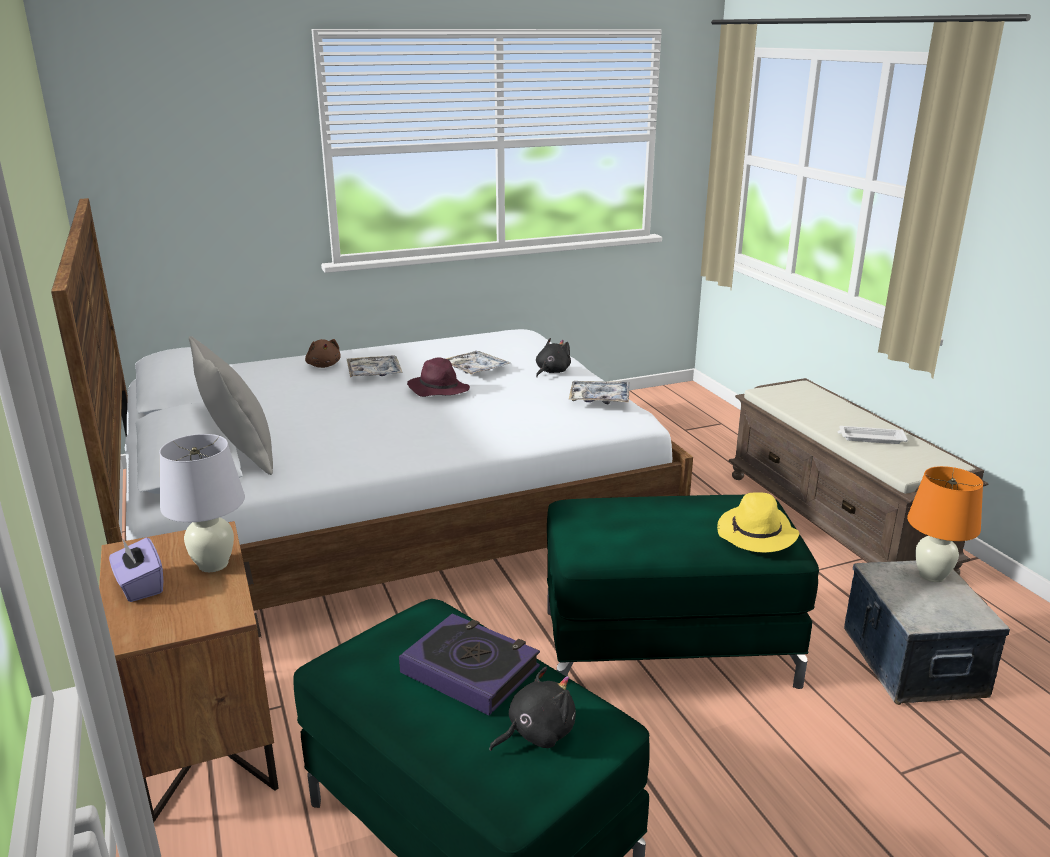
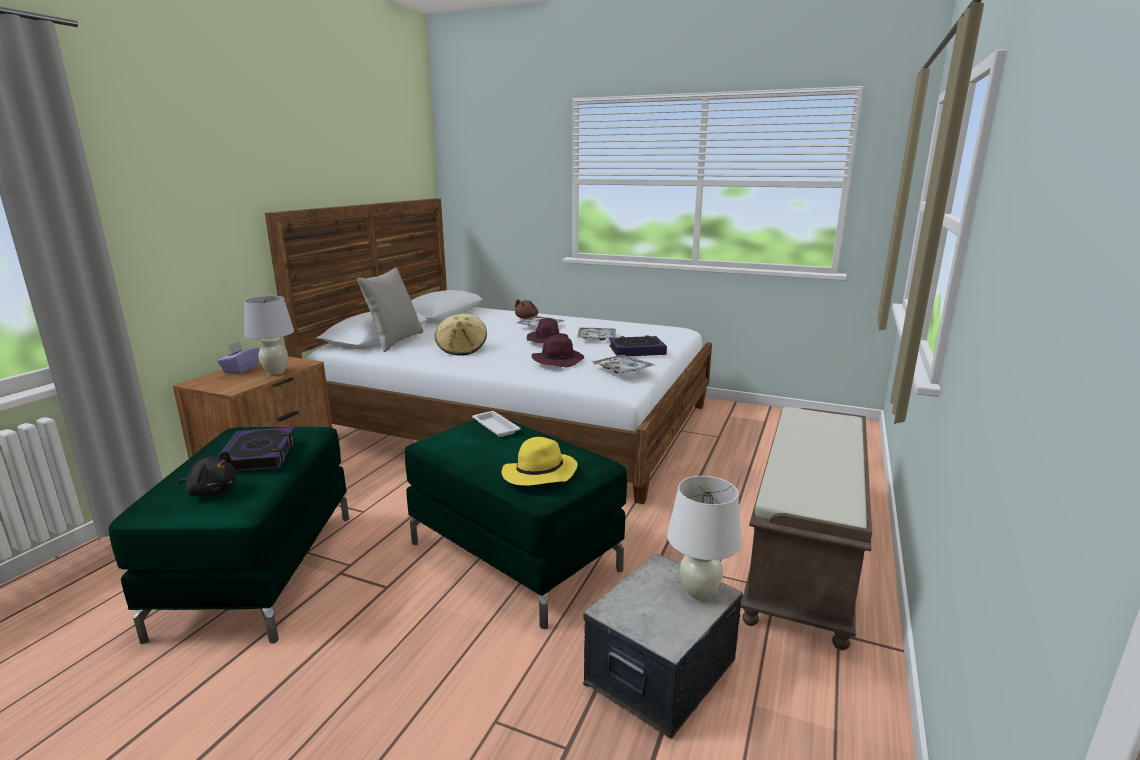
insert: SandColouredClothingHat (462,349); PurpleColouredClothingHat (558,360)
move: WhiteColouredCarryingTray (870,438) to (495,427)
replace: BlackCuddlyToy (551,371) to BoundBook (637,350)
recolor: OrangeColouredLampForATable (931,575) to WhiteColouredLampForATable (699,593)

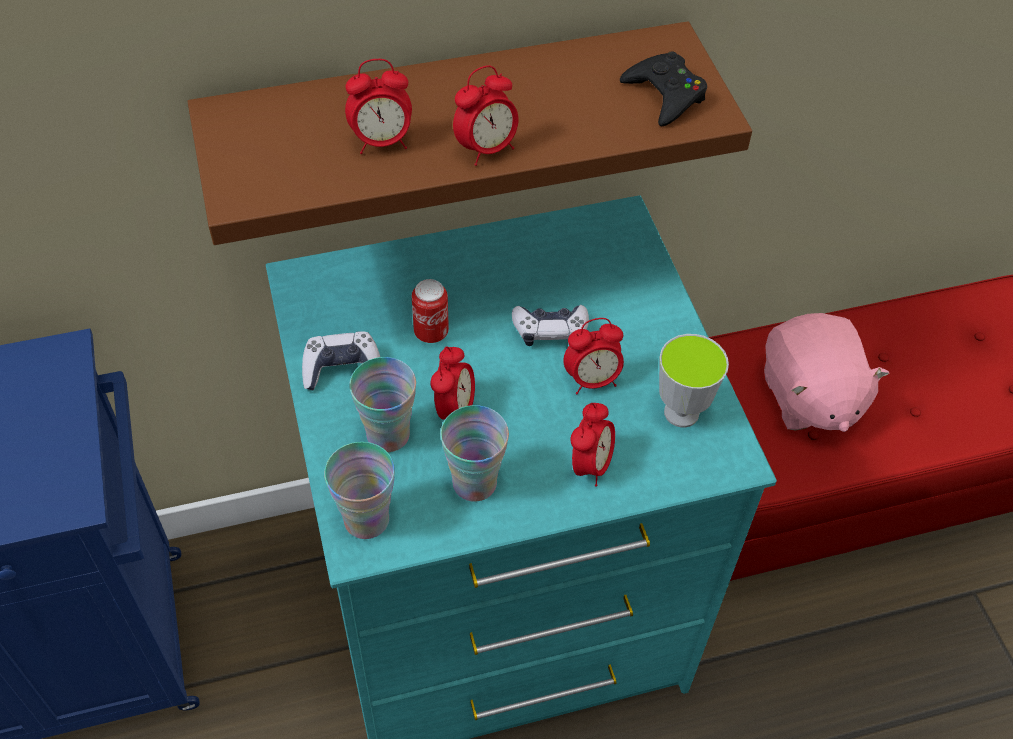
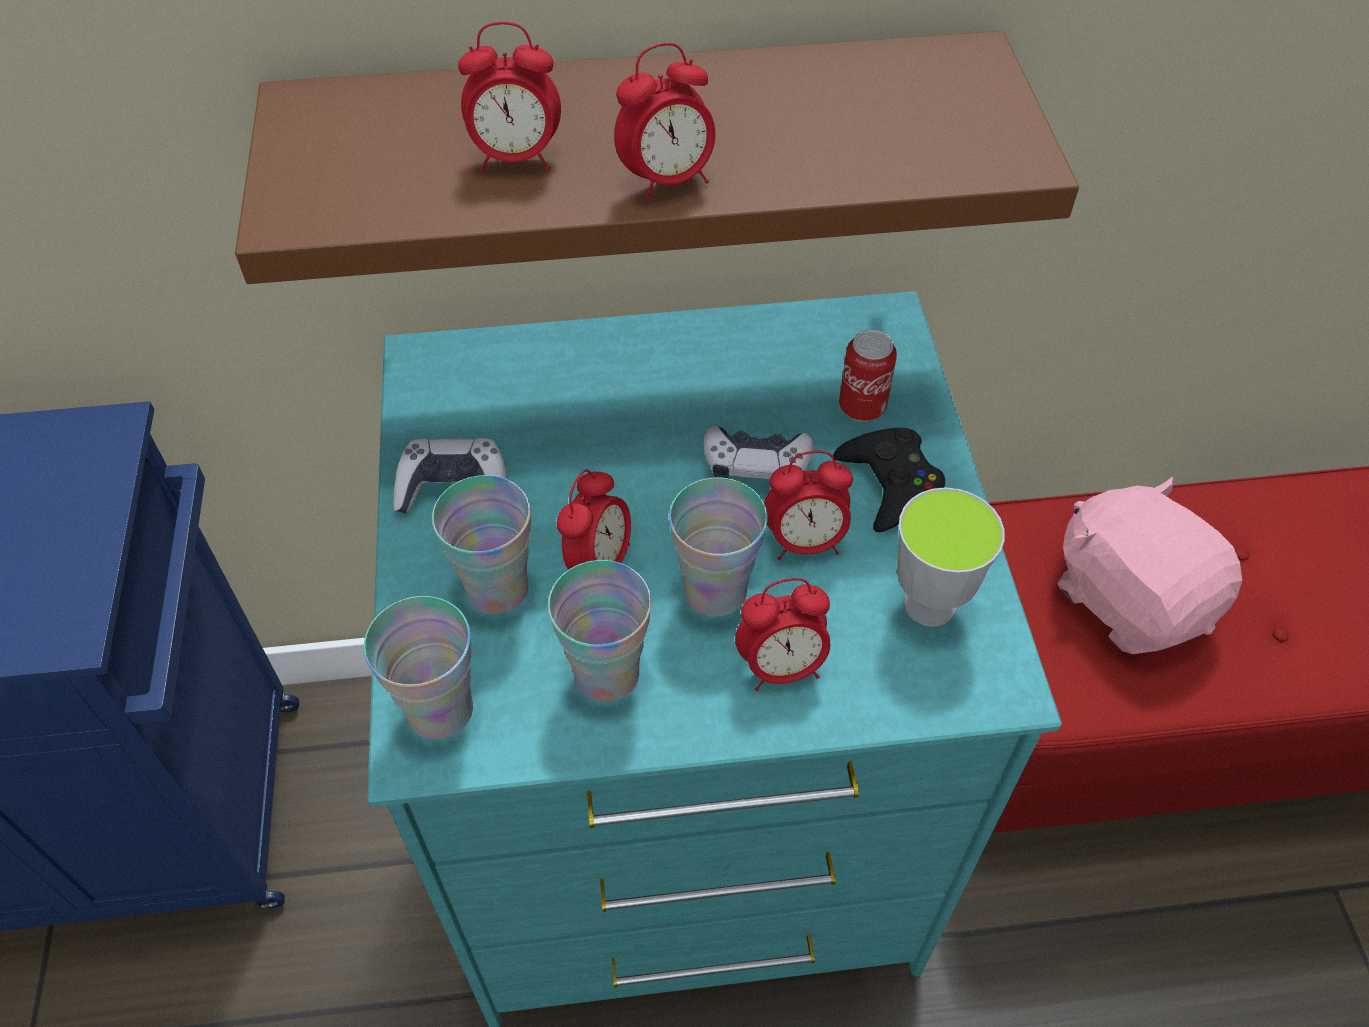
insert: DrinkingCup (715,591)
move: Can (431,333) to (862,408); BlackJoypad (665,95) to (890,484)
rotate: TableClock (590,465) = (781,667) 45 degrees clockwise; PinkishCuddlyToy (809,397) = (1130,598) 150 degrees clockwise

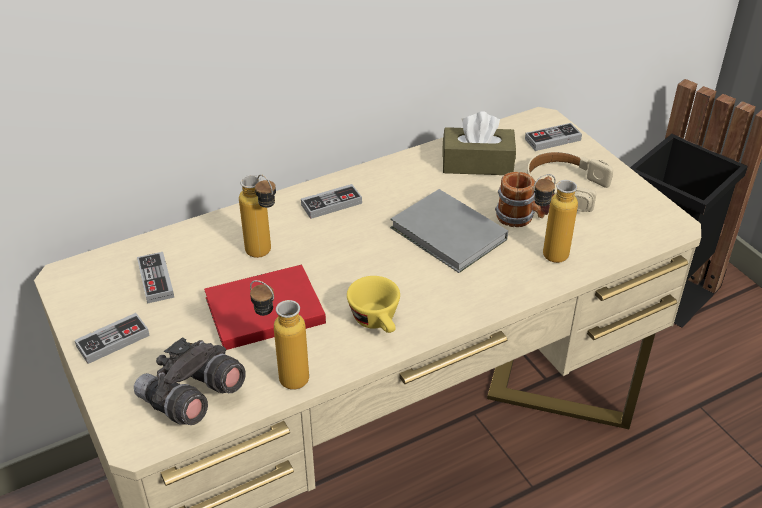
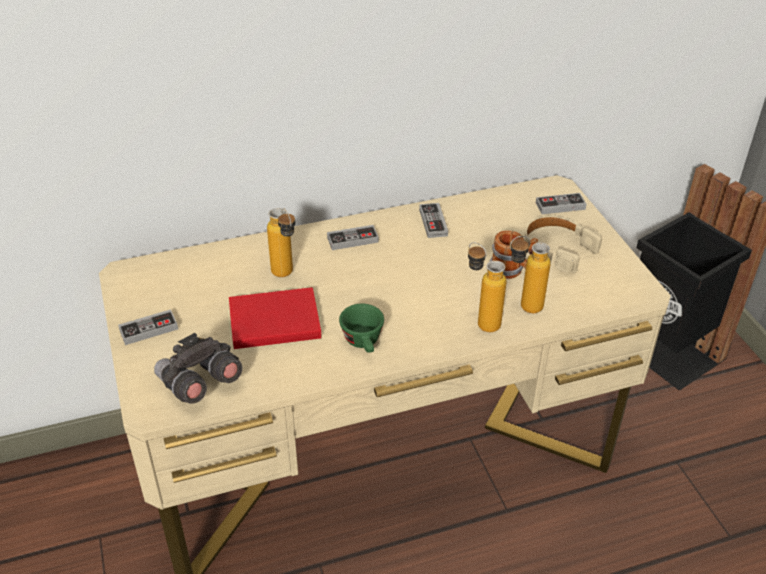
delete: GreyBoundBook (449,236); BrownColouredTissueHolder (477,163)
move: Joypad (156,280) to (433,222); Bottle (283,375) to (480,321)
recolor: YellowishDrinkingCup (377,322) to GreenishDrinkingCup (364,343)

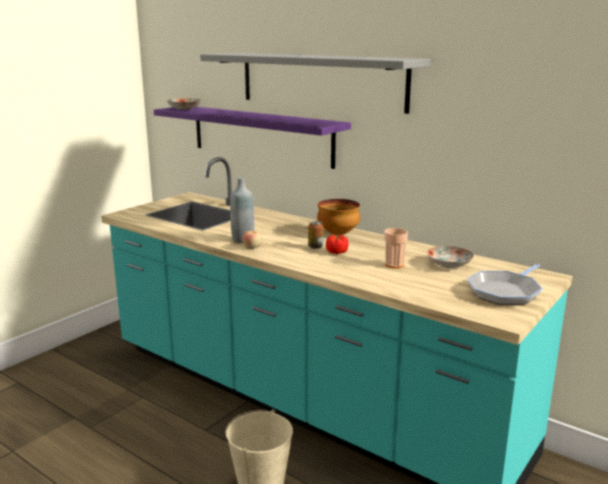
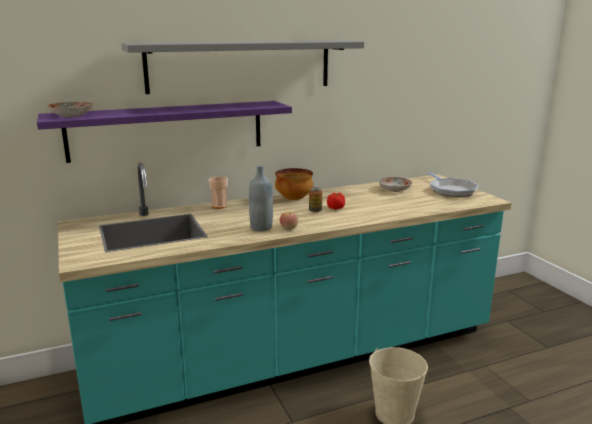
move: DrinkingCup (394,264) to (219,206)

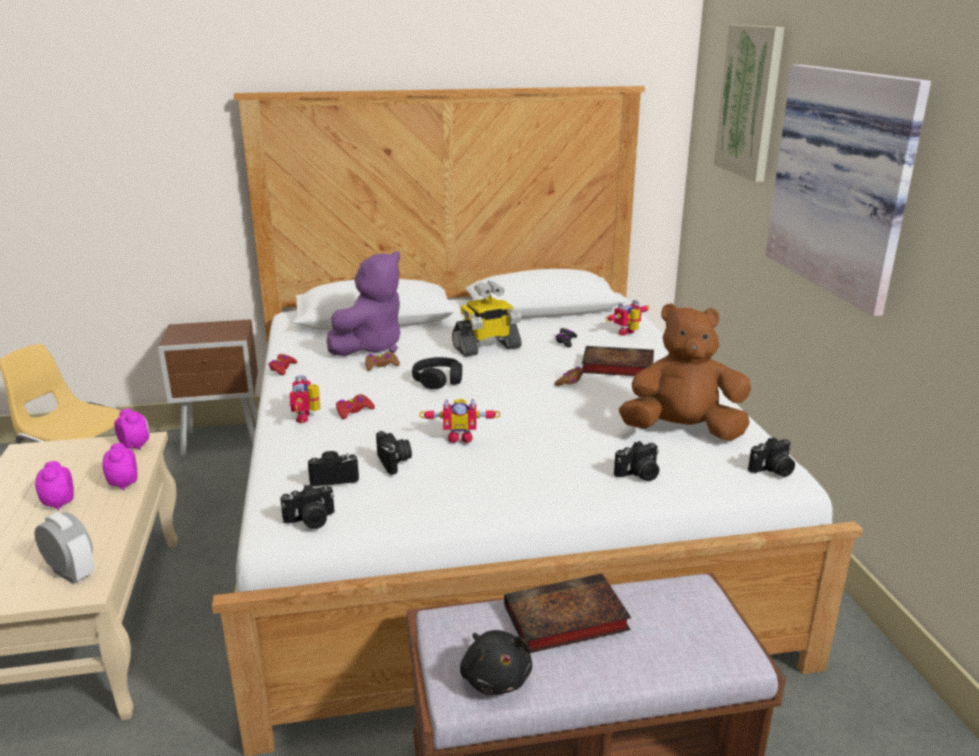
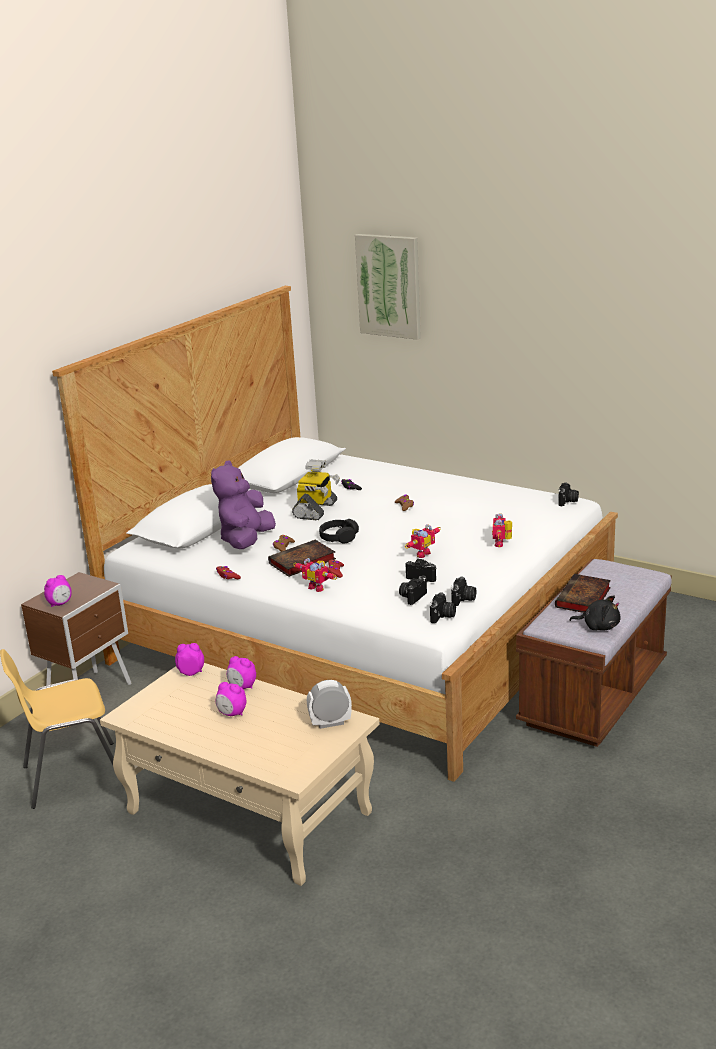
delete: BrownColouredCuddlyToy (682,431); WallPicture (846,182)
insert: TableClock (60,604)
move: BoundBook (615,366) to (301,562); ToyRobot (628,334) to (502,543); PhotoCamera (639,475) to (463,599)
rotate: PurpleColouredCuddlyToy (370,346) = (246,541) 150 degrees counterclockwise

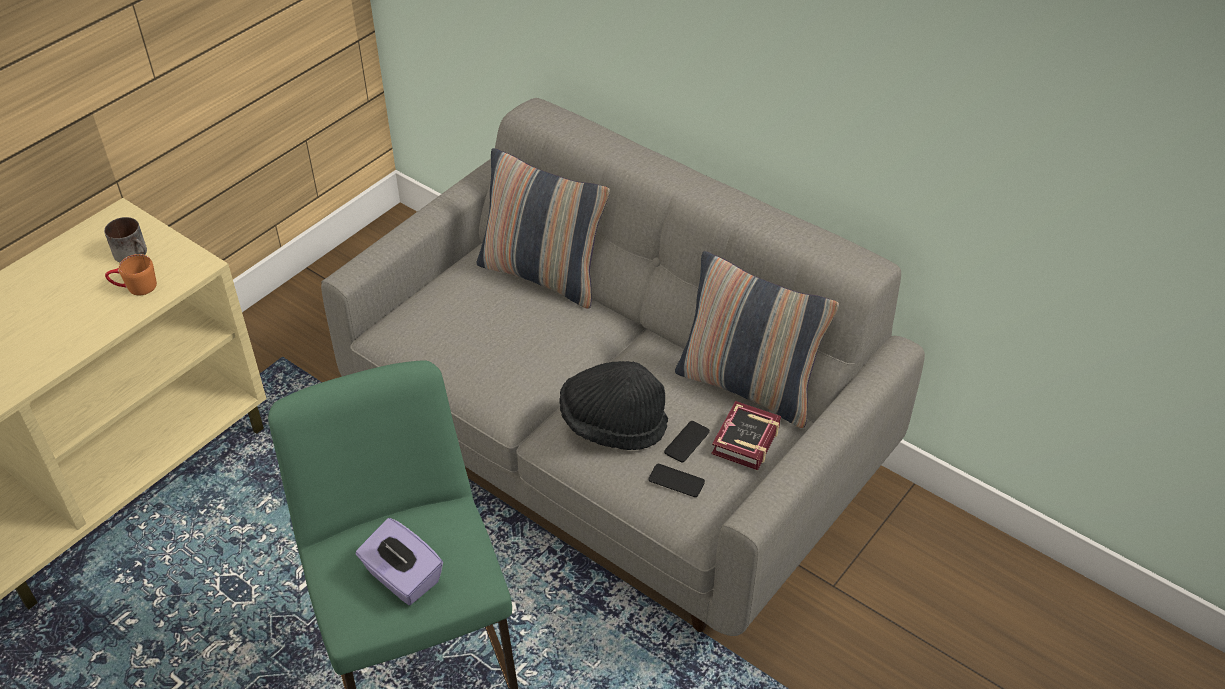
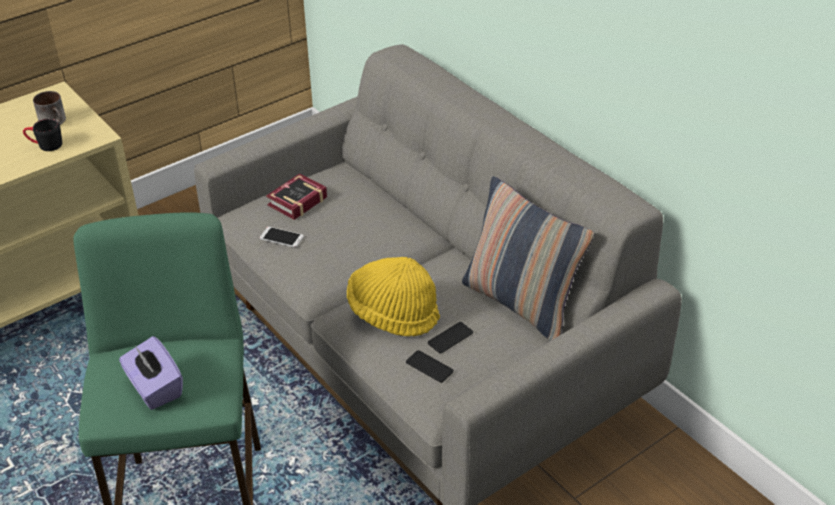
delete: Cushion (542,275)
insert: Phone (281,237)
move: BoundBook (743,442) to (294,202)
recolor: OrangeColouredTeaMug (135,287) to BlackTeaMug (45,145); BlackClothingHat (613,424) to YellowishClothingHat (393,313)

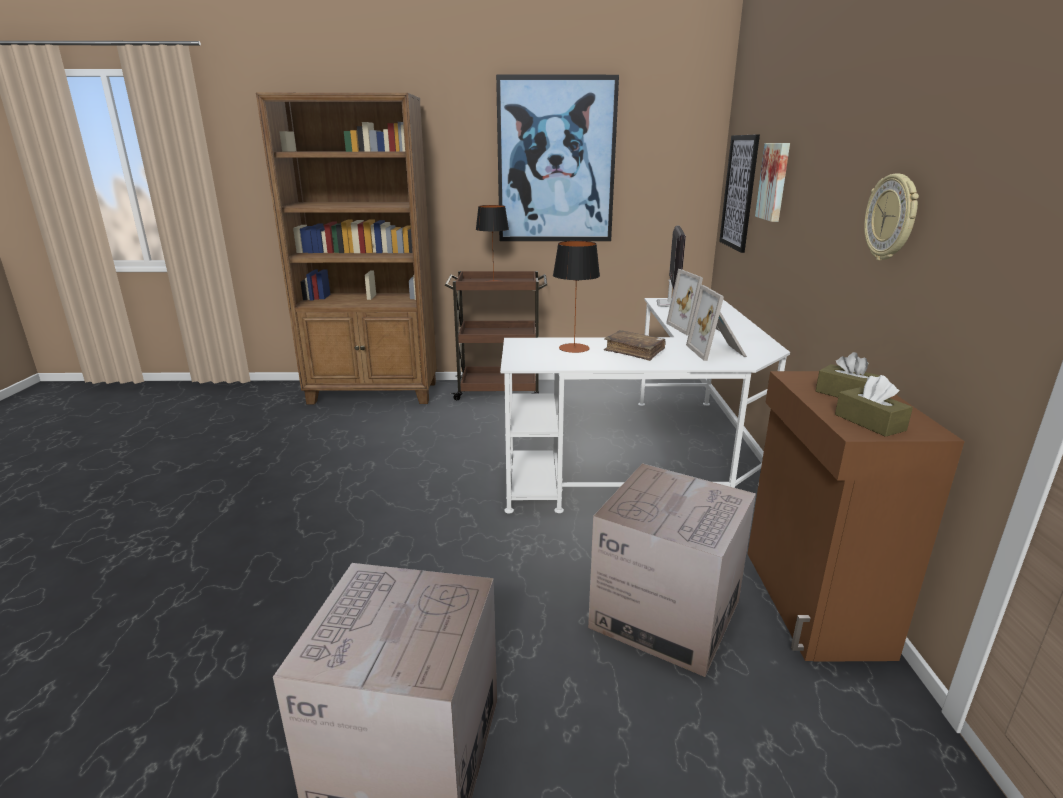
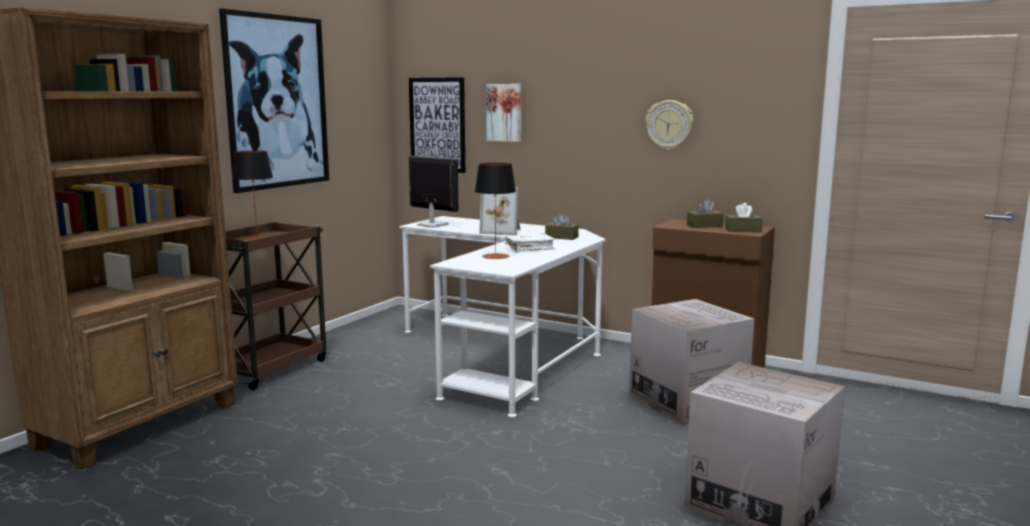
replace: PhotoFrame (717,352) to BrownColouredTissueHolder (561,237)
recolor: BrownColouredBoundBook (634,351) to WhiteColouredBoundBook (529,248)

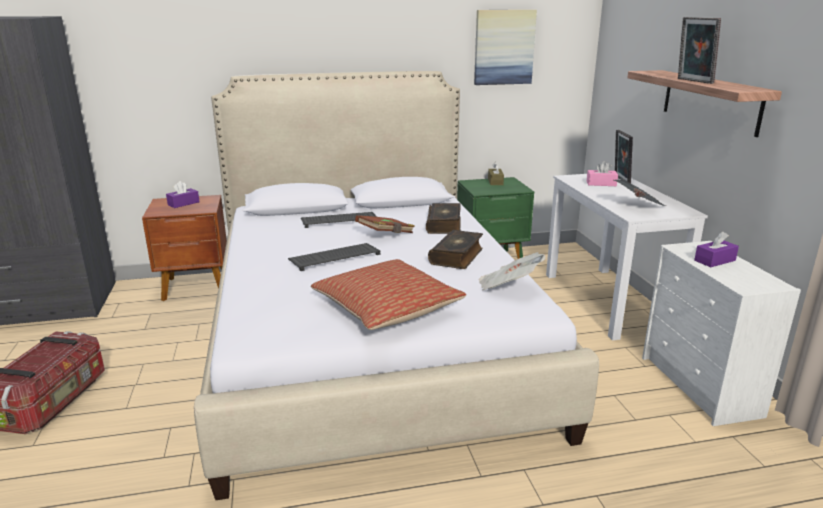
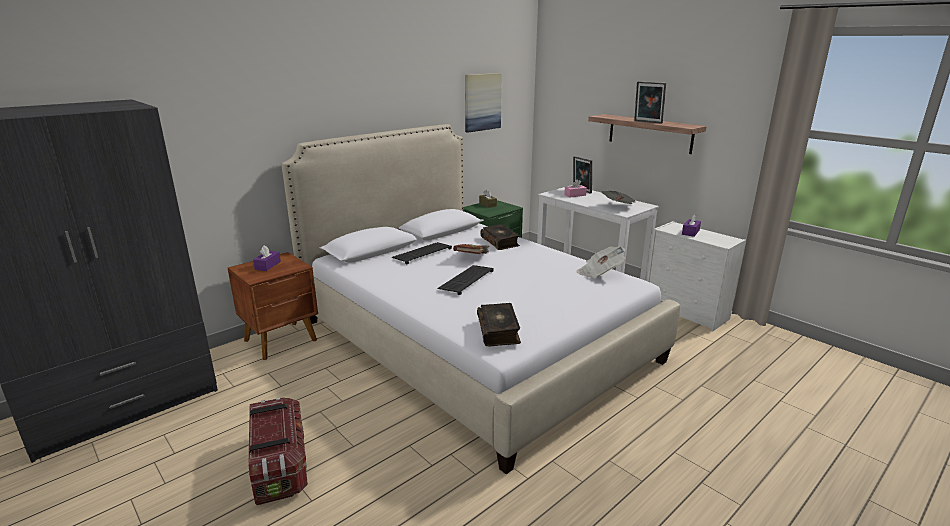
delete: Cushion (387,309)
move: BoundBook (457,256) to (499,331)

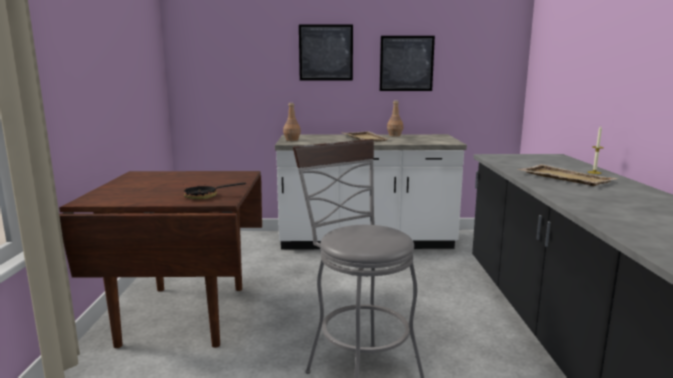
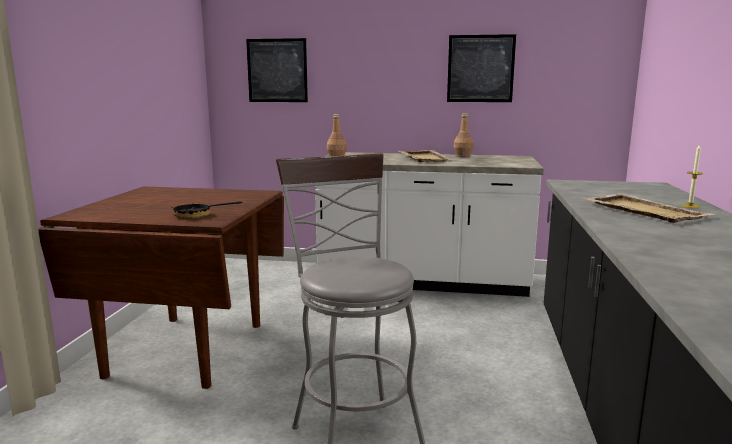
move: WallPicture (326,52) to (277,70)

